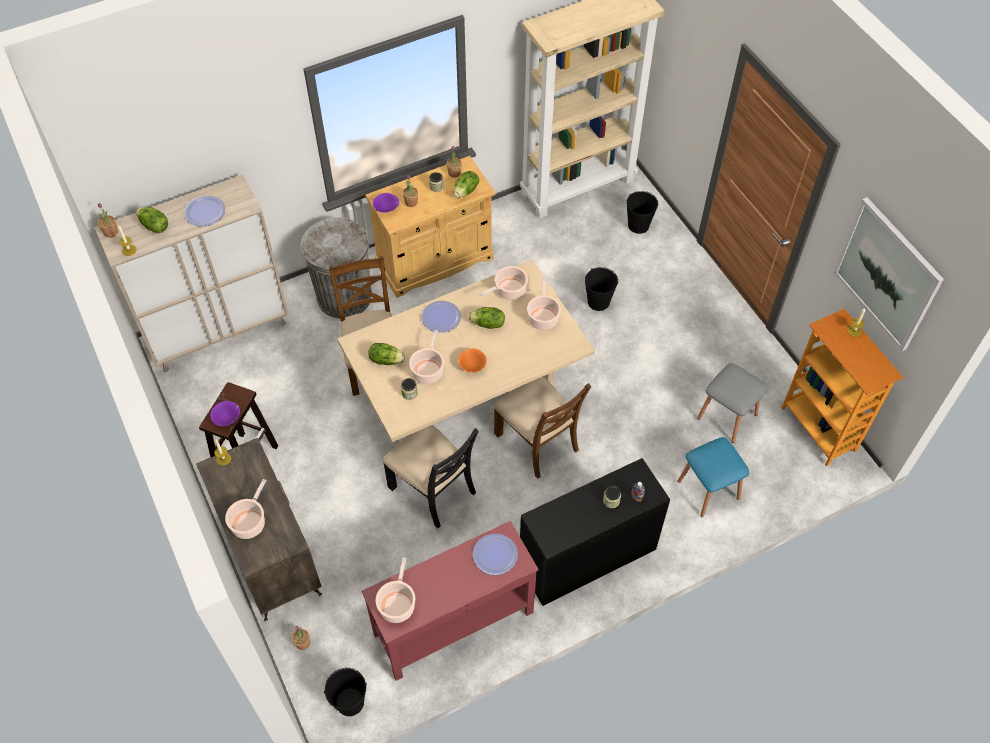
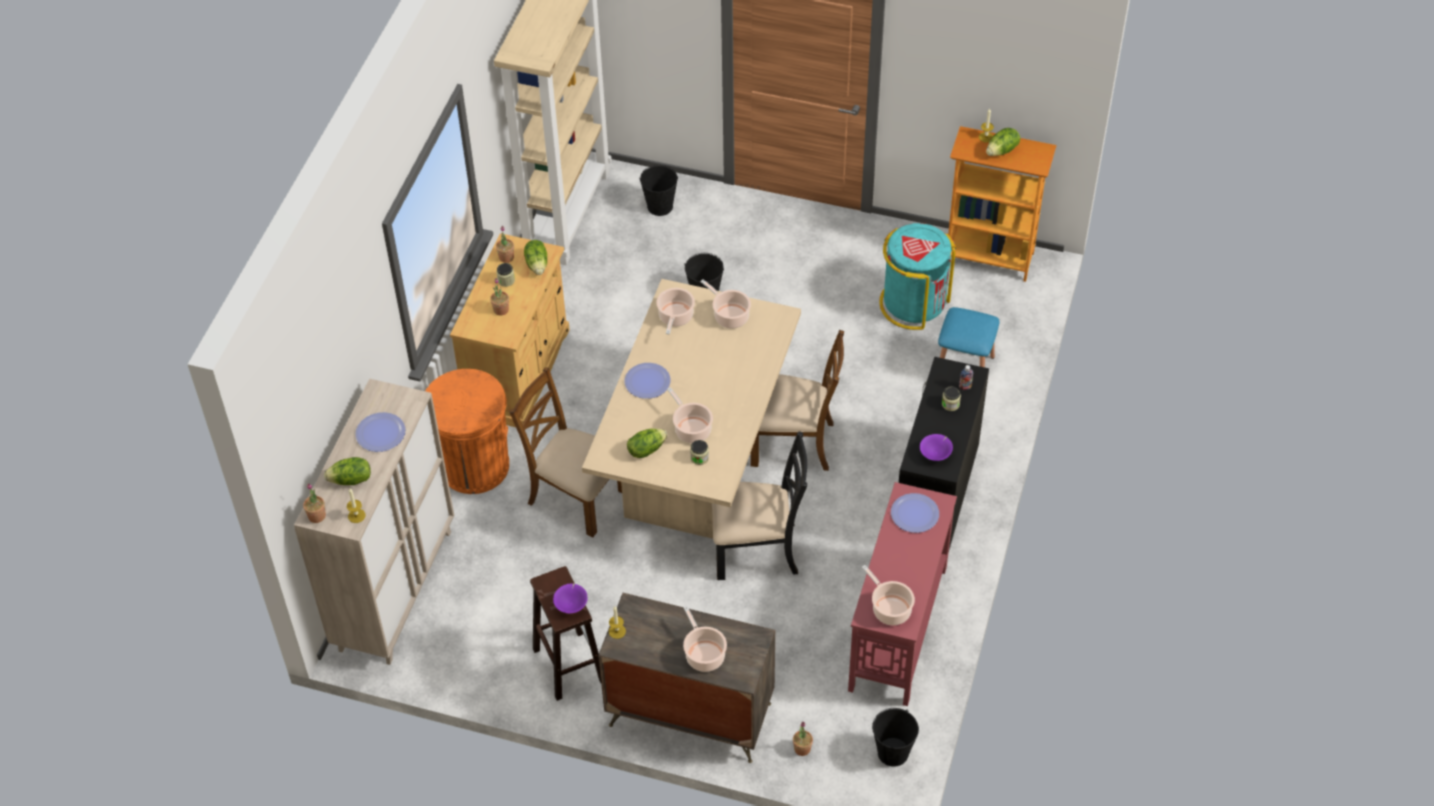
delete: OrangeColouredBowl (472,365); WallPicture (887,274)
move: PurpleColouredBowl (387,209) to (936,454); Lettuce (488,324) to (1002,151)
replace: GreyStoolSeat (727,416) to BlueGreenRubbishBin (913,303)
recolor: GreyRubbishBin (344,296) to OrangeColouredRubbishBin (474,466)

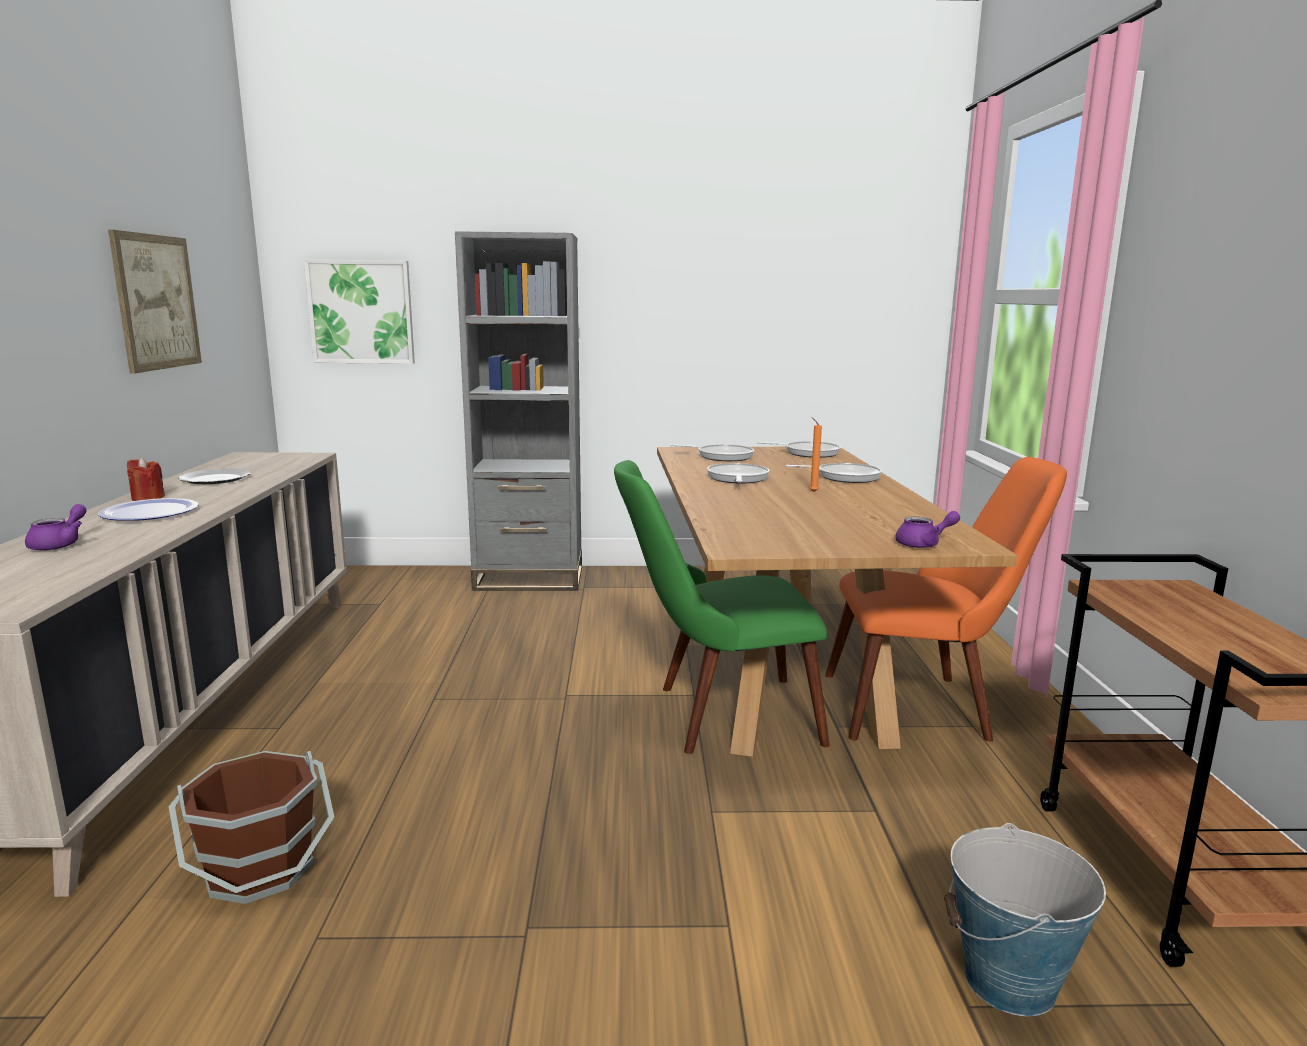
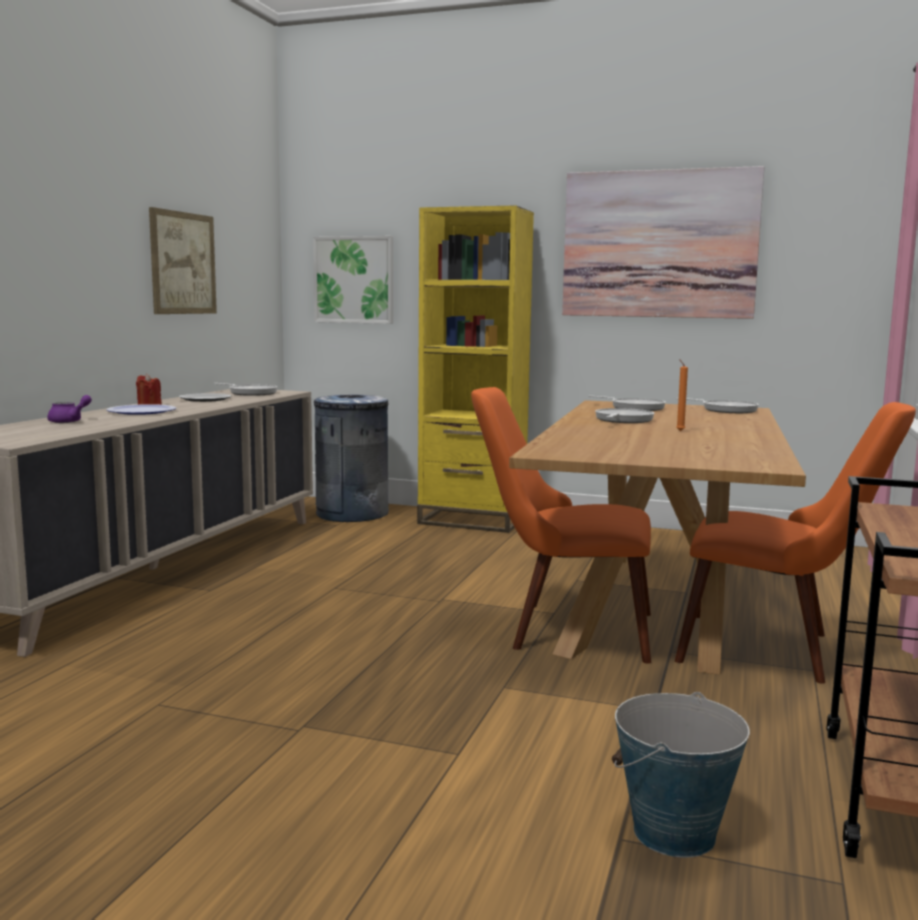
delete: BrownColouredWaterBucket (260,870); PurpleColouredTeapot (924,544)
insert: GreyRubbishBin (352,514); WallPicture (659,244)
move: FryingPan (844,477) to (250,393)
recolor: GreyShelvingUnit (529,579) to YellowishShelvingUnit (472,520); GreenishUprightChair (716,716) to OrangeColouredUprightChair (561,629)

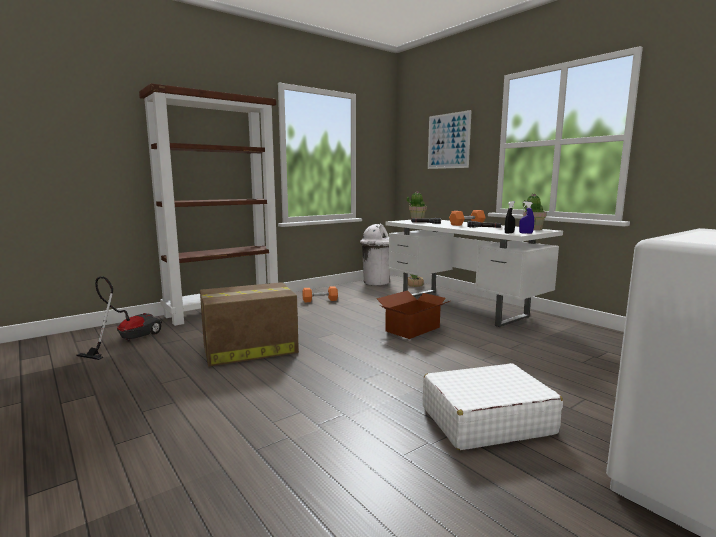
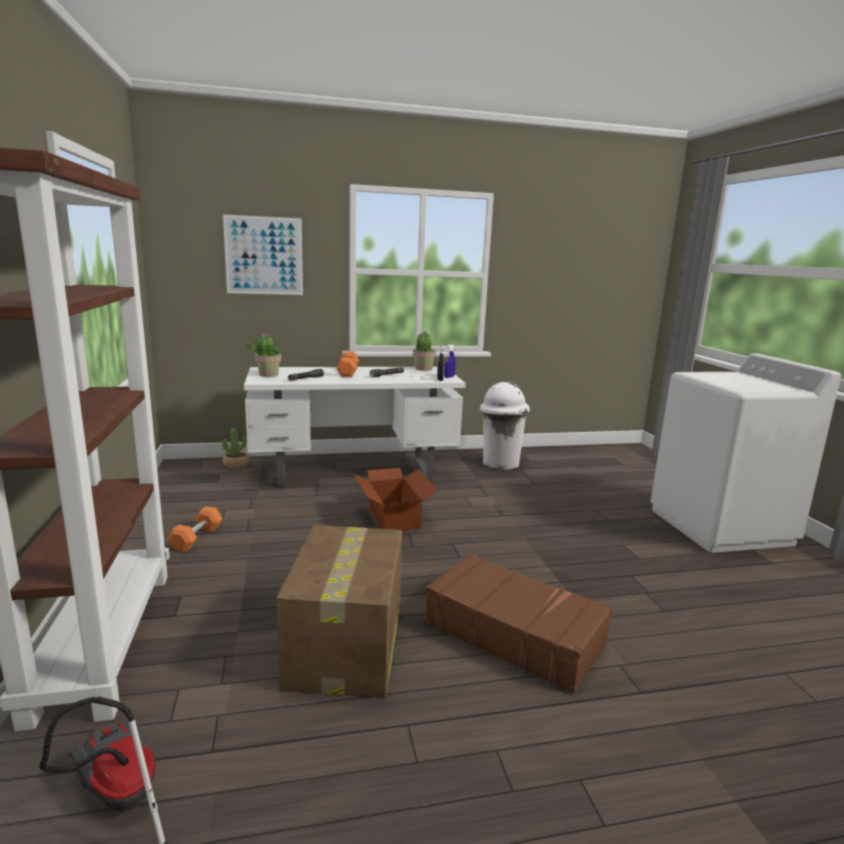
delete: WhiteColouredPieceOfLuggage (486,420)
insert: BrownColouredPieceOfLuggage (514,632)
move: WhiteColouredRubbishBin (376,282) to (500,463)

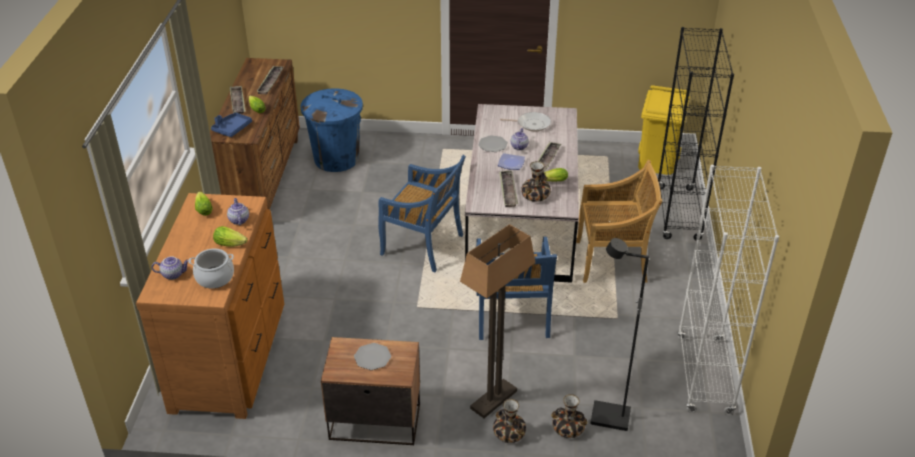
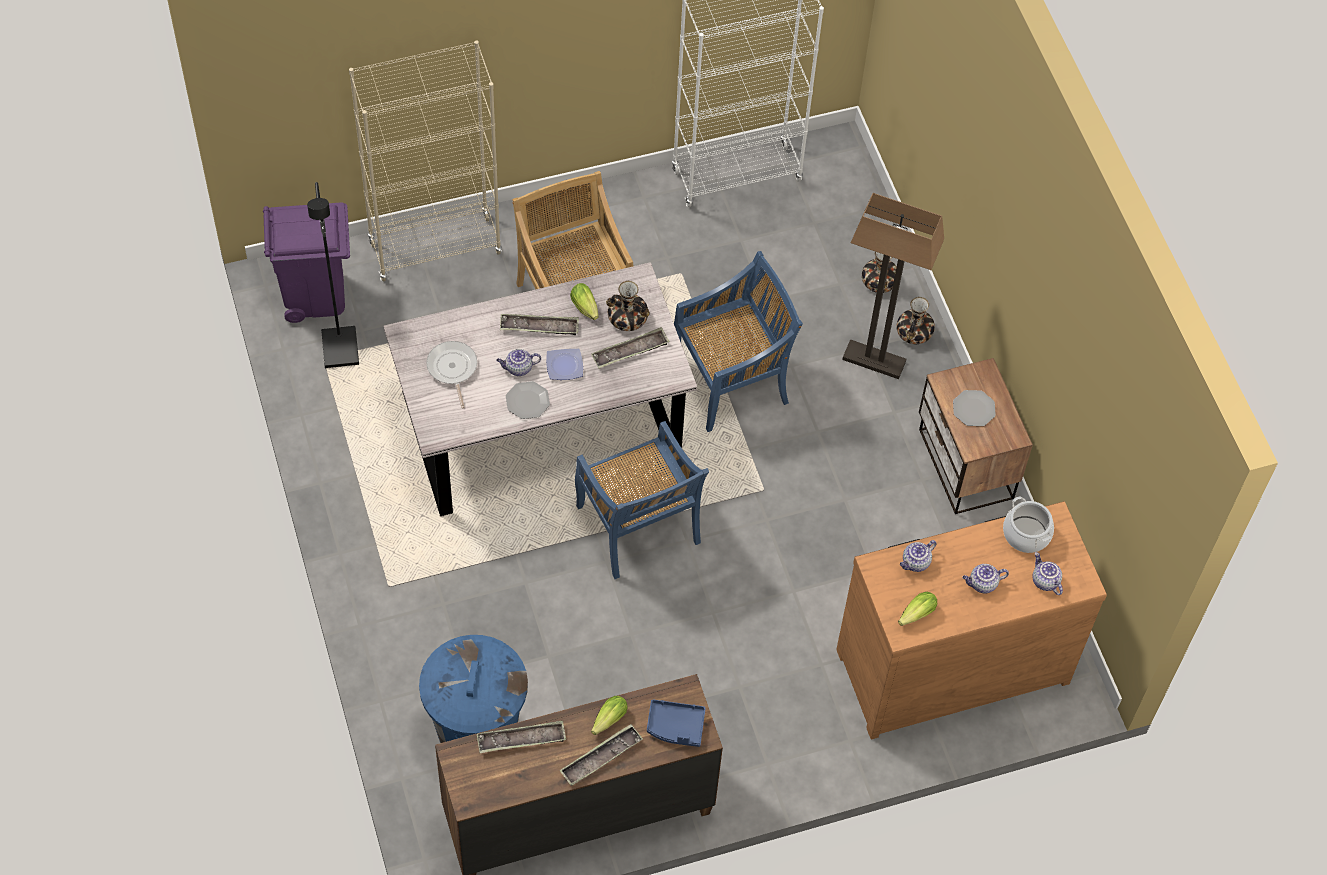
delete: Lettuce (231,244)
insert: Teapot (982,584)
move: BlackStandingLamp (609,418) to (341,349)
recolor: YellowishRubbishBin (657,162) to PurpleColouredRubbishBin (315,294); BlackShelvingUnit (678,214) to SandColouredShelvingUnit (435,248)
rotate: BlueUprightChair (423,245) = (638,527) 150 degrees clockwise

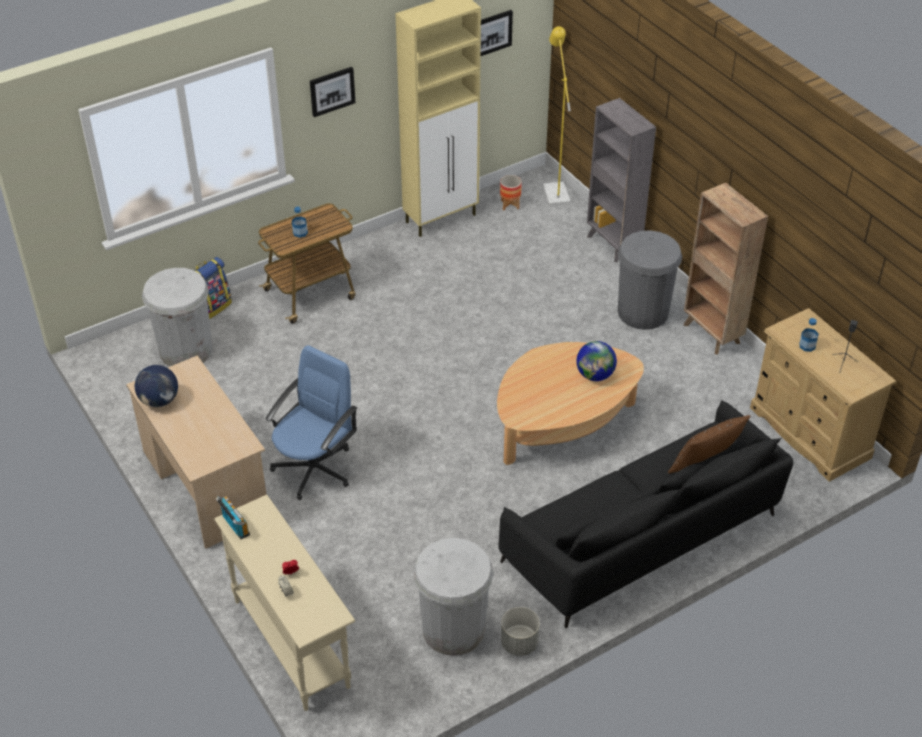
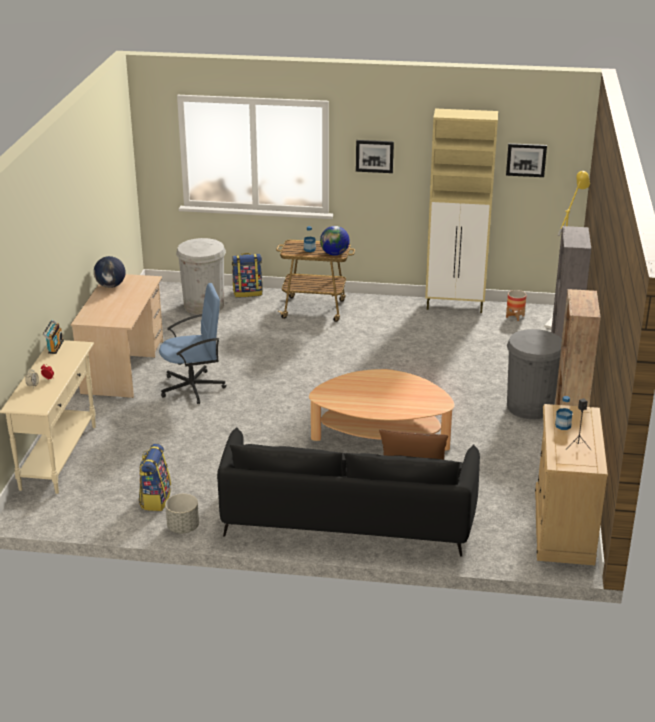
move: Globe (595,375) to (334,254)
replace: WhiteColouredRubbishBin (453,629) to Backpack (155,499)

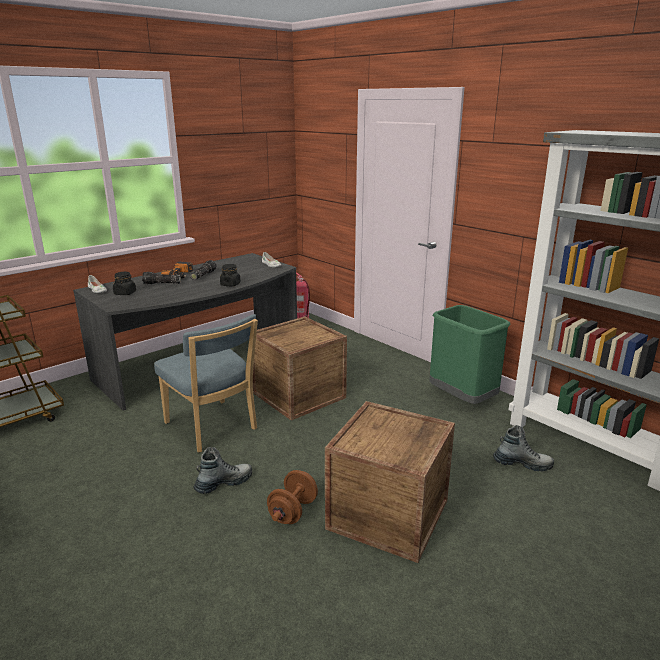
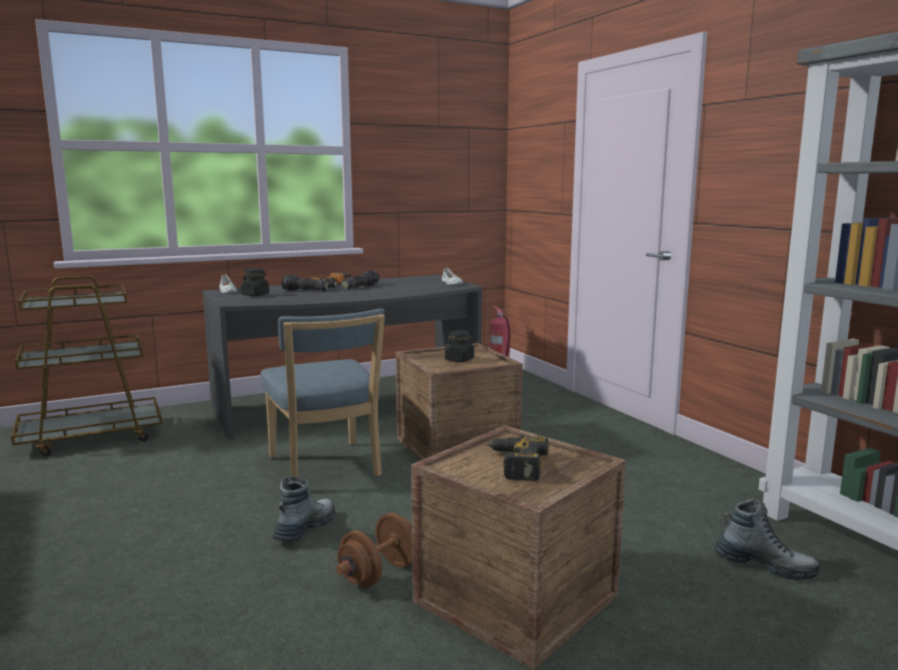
delete: GreenishRubbishBin (462,399)
insert: Drill (514,465)
move: BlackJar (230,284) to (459,360)
rotate: Boot (224,483) = (305,529) 45 degrees counterclockwise

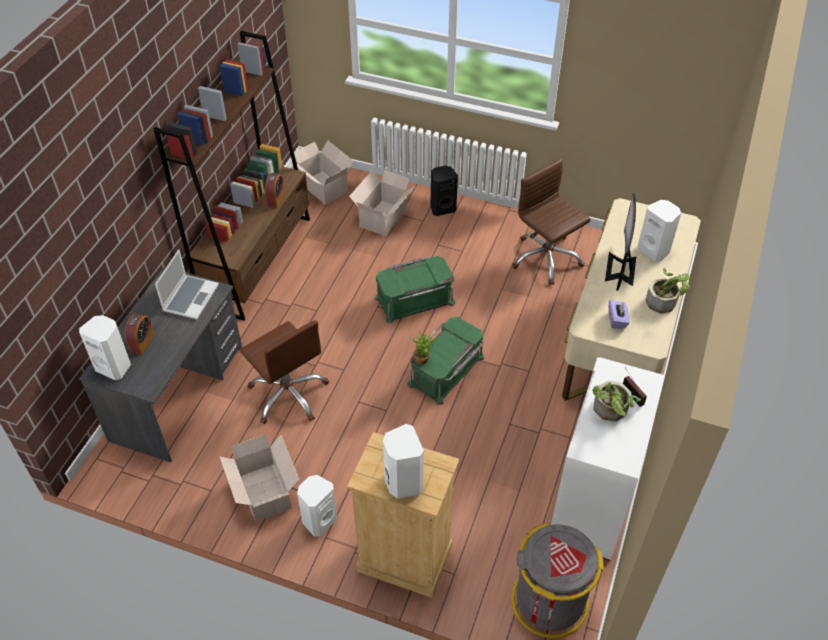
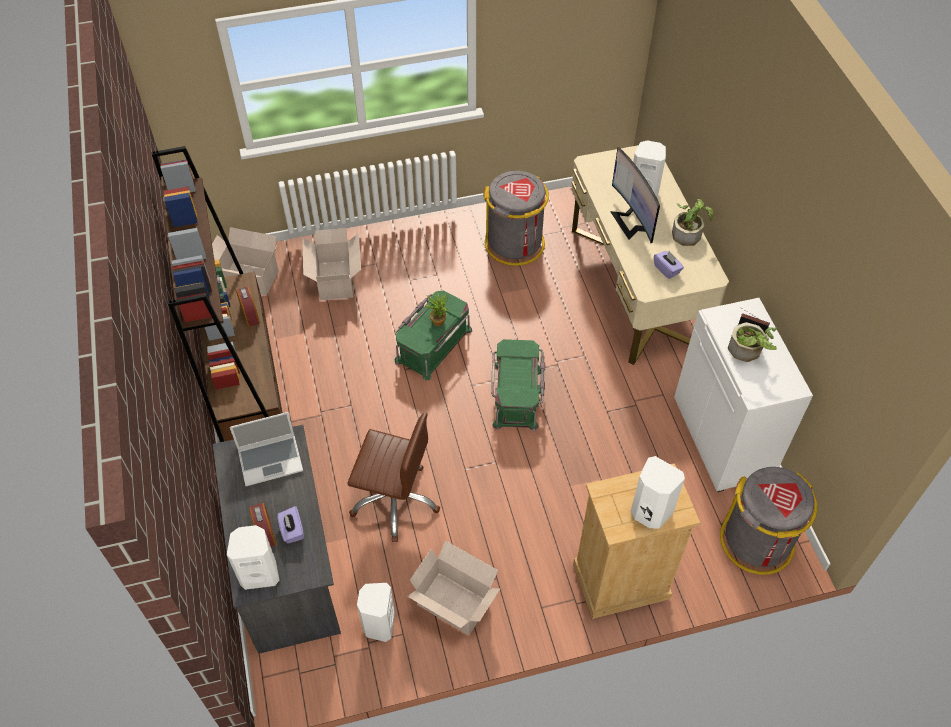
delete: BlackAudioSpeaker (442,208)
insert: PurpleColouredTissueHolder (292,530)
move: WhiteColouredAudioSpeaker (319,520) to (378,624); PlantInAPot (423,358) to (438,319)
replace: BrownColouredDeskChair (546,258) to GreyRubbishBin (515,244)
rotate: PortableComputer (190,297) = (271,460) 90 degrees clockwise

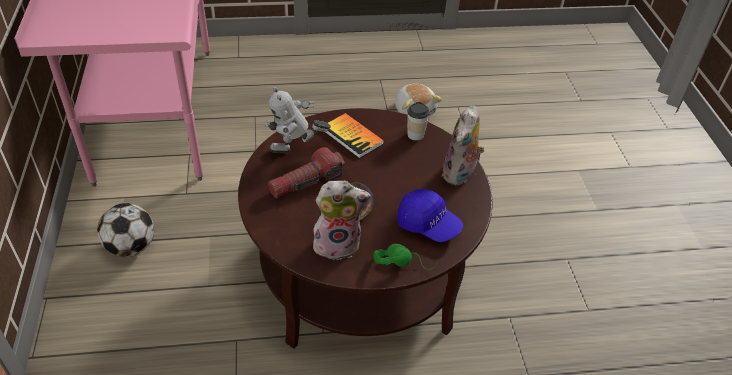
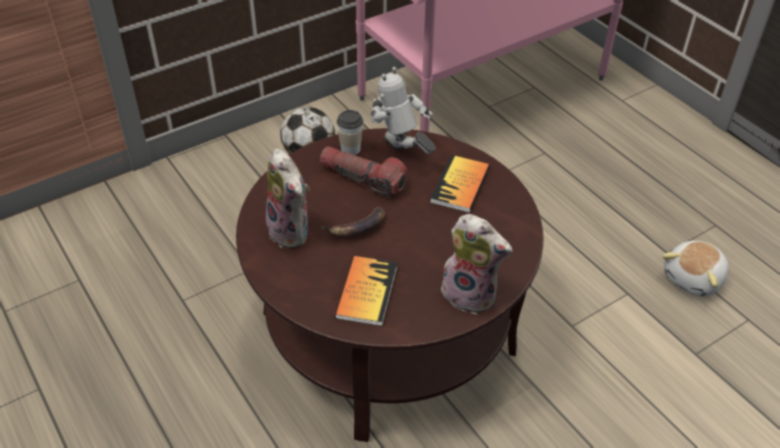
delete: GreenishHeadphones (403,262)
move: DrinkingCup (415,135) to (350,149)
replace: BlueCap (428,225) to BoundBook (366,292)
rotate: CuddlyToy (460,174) = (471,294) 150 degrees counterclockwise

